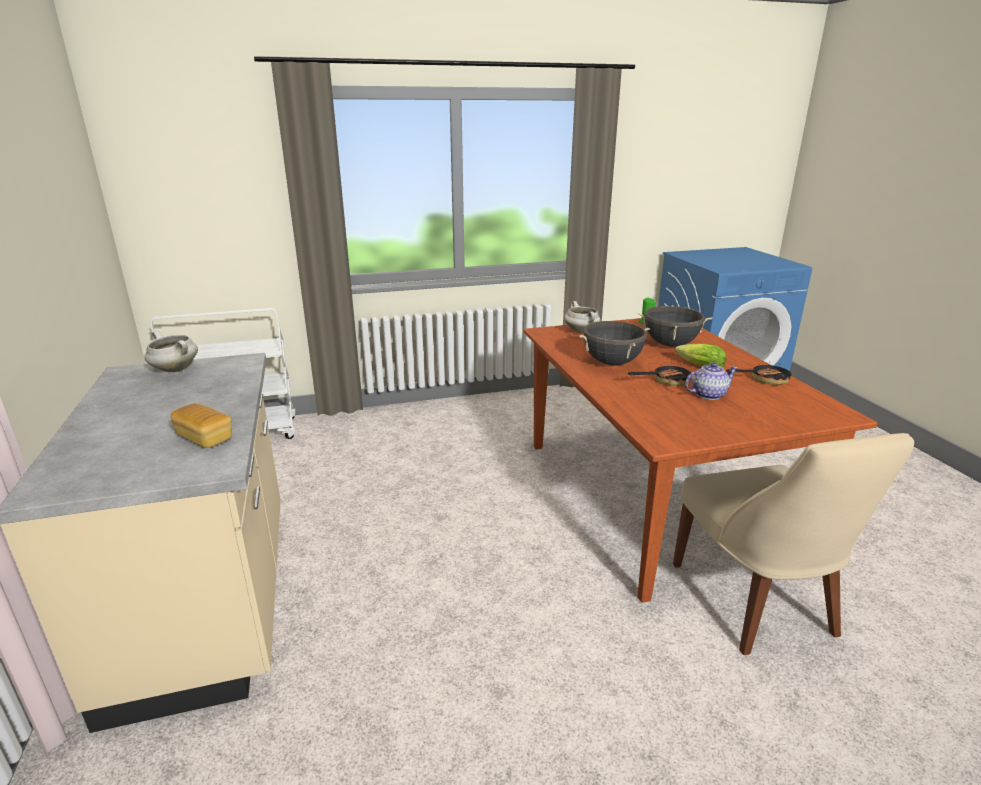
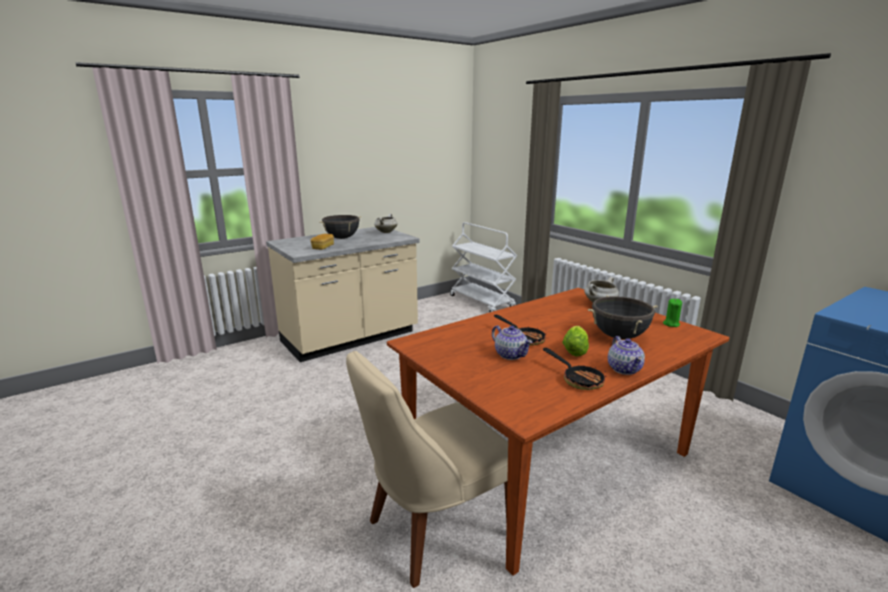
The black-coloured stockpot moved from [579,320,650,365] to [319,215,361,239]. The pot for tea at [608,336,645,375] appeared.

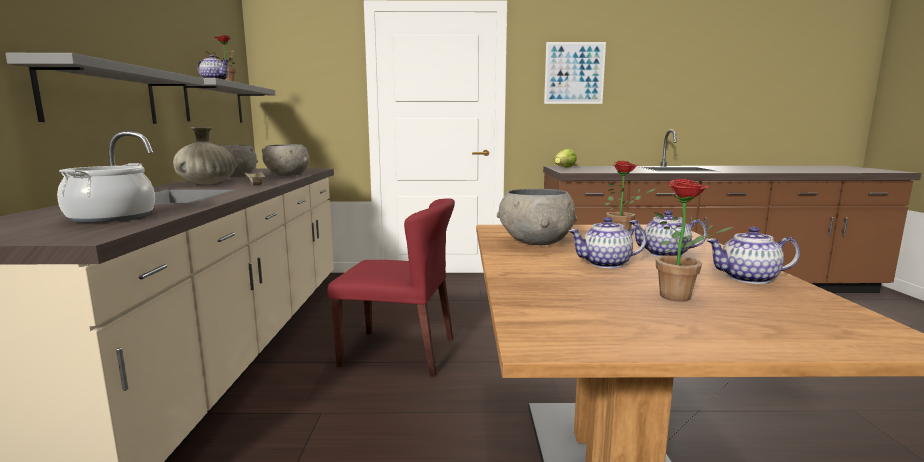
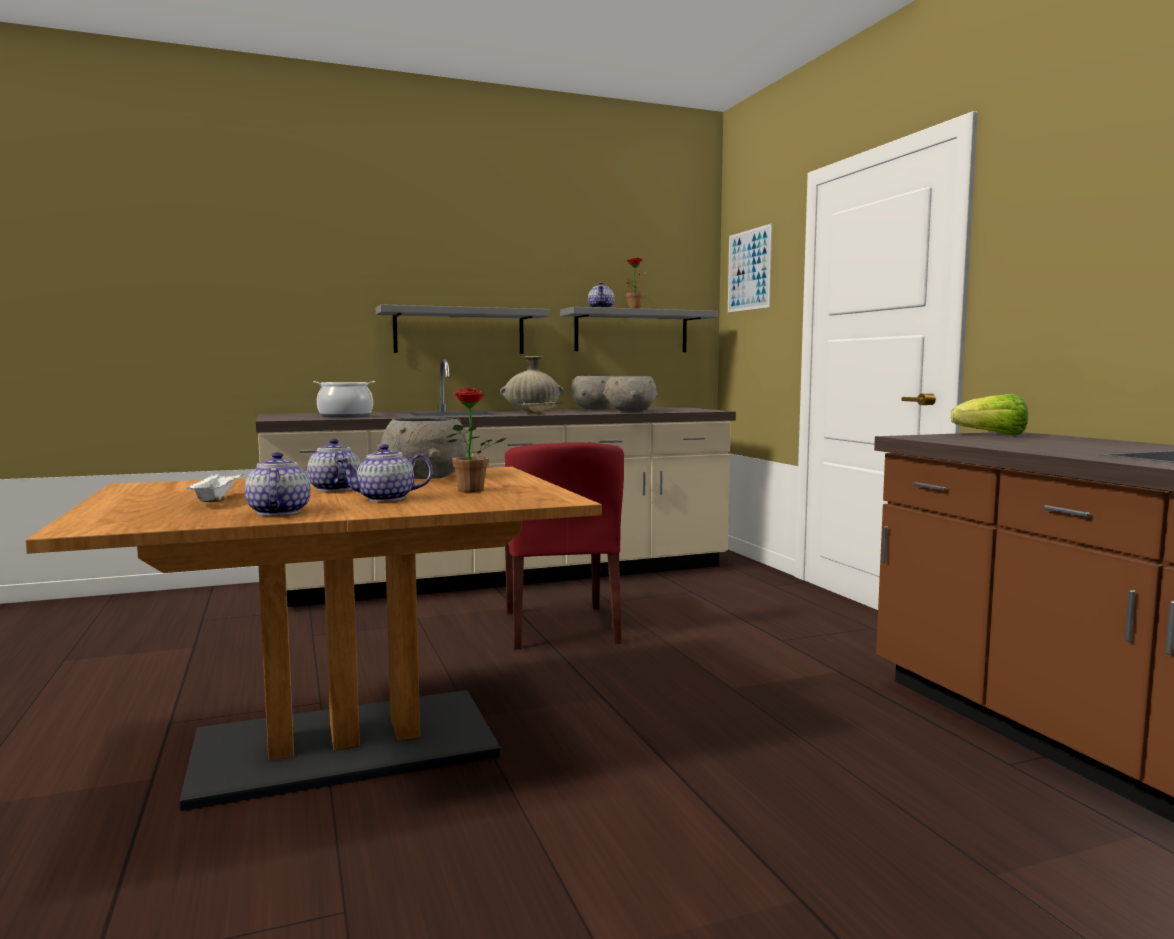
The picture moved from [544,42,606,104] to [728,223,772,312]. The pot for tea at [629,210,707,257] turned 90 degrees counterclockwise. The houseplant at [655,179,734,302] was replaced by the white-coloured tray at [185,471,246,502].

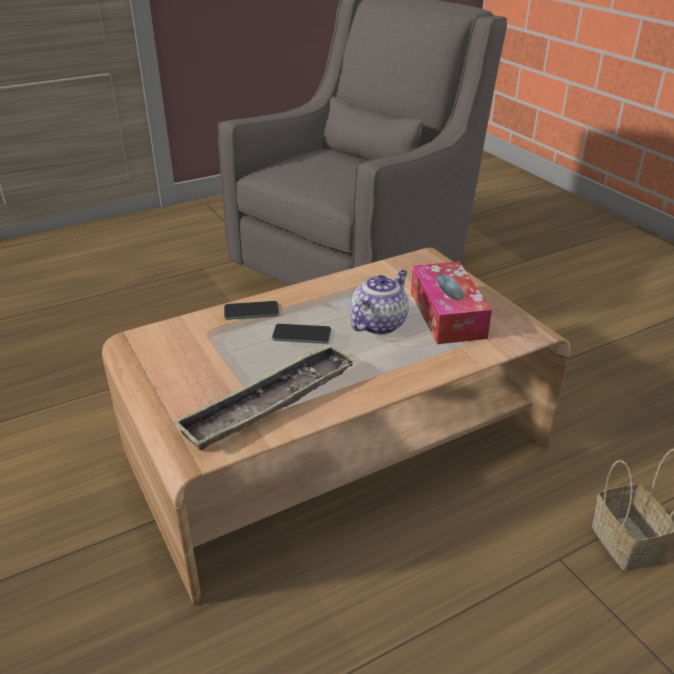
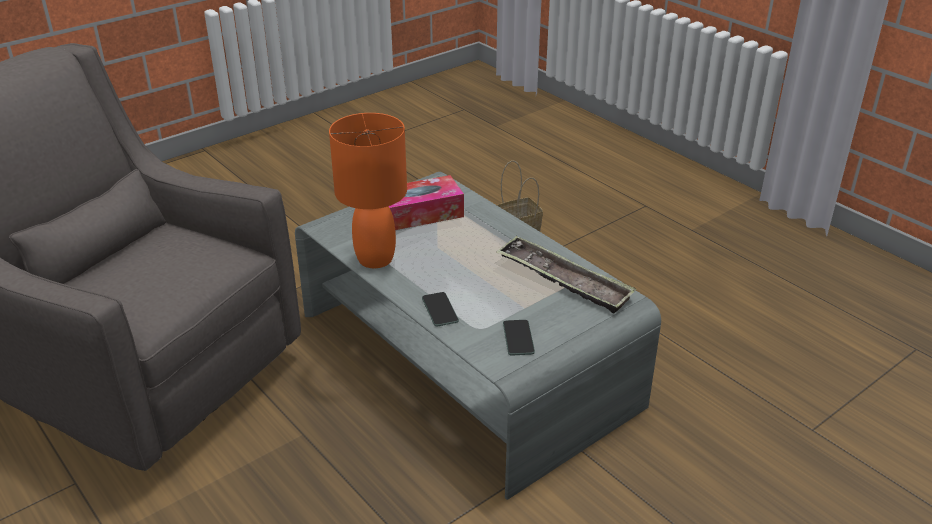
The brown low table at [102,248,570,606] became the grey low table at [295,172,661,500]. The handset moved from [272,324,331,344] to [503,320,535,355]. The pot for tea at [351,270,409,335] disappeared. The orange-coloured tabletop lamp at [329,113,407,268] appeared.

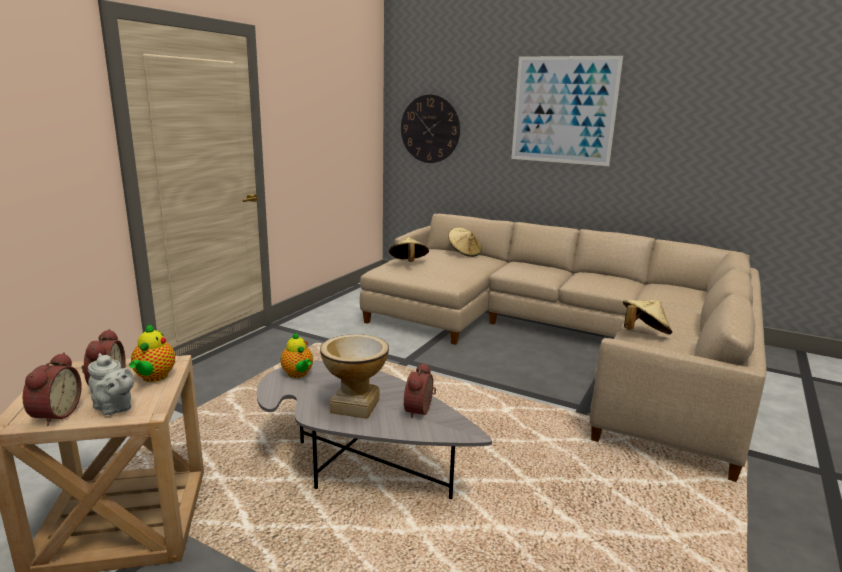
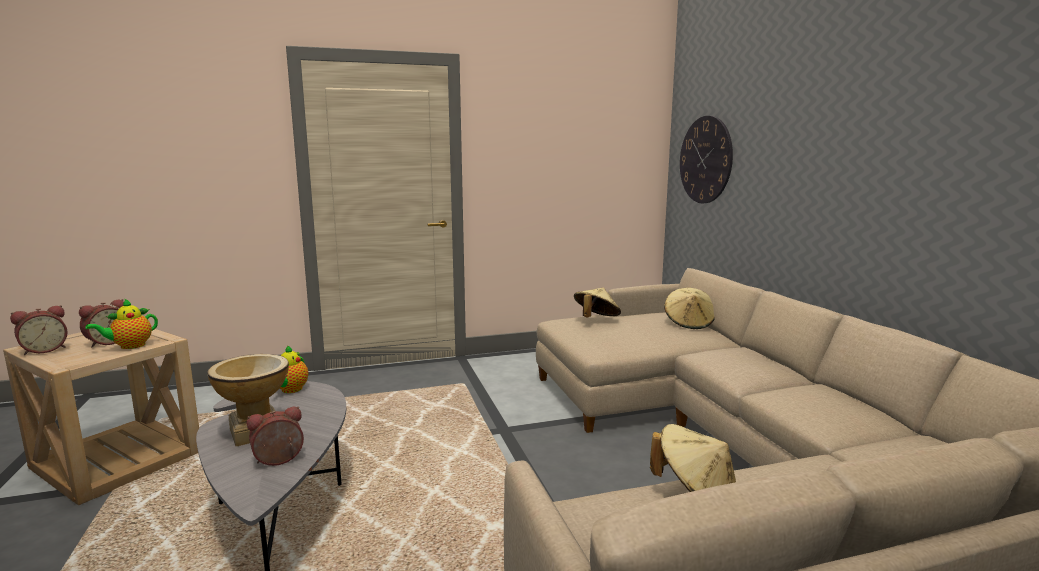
The grey pot for tea at [88,353,134,415] disappeared. The picture at [511,56,623,166] disappeared.

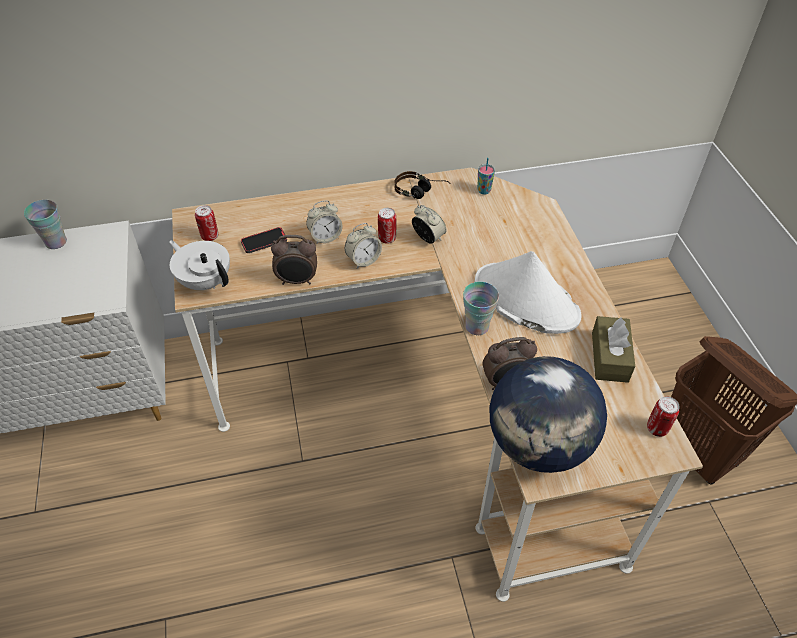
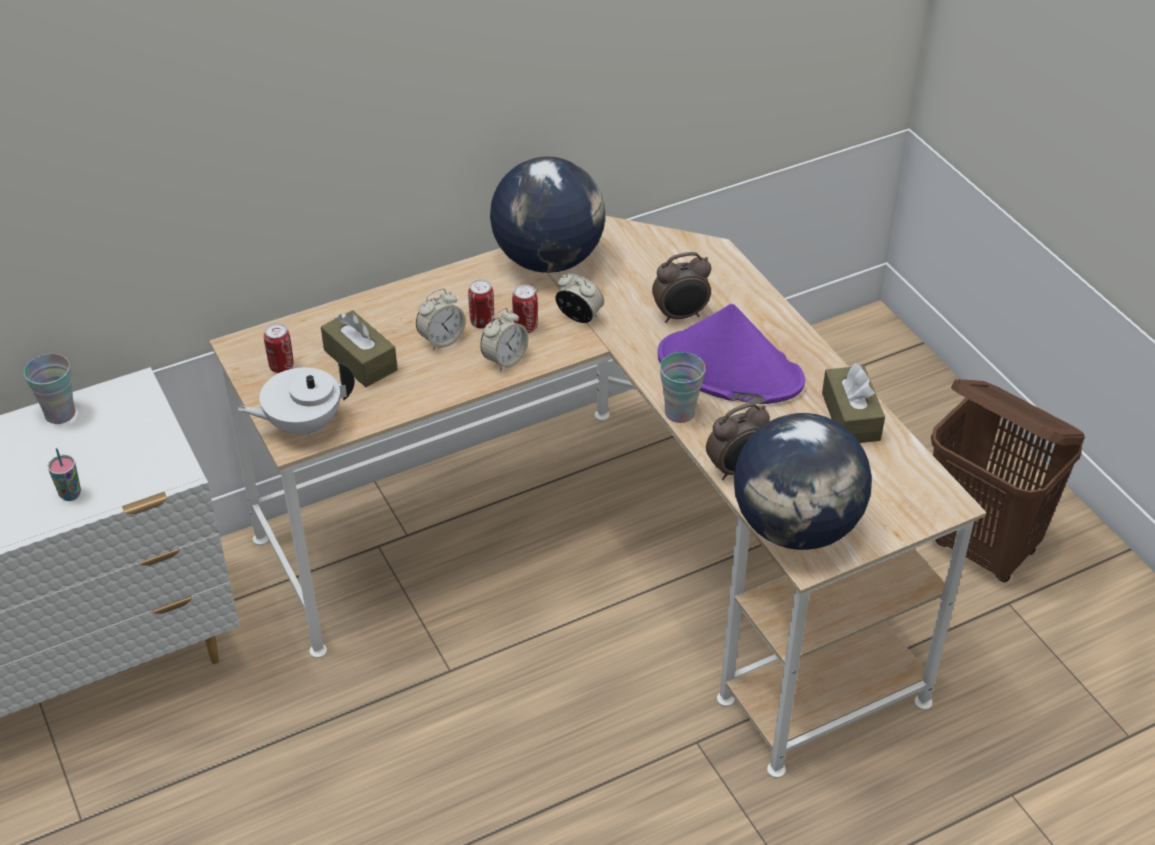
The white-coloured pot for tea at [169,240,230,290] turned 45 degrees counterclockwise. The handset at [241,227,287,253] was replaced by the brown box of tissues at [321,310,398,387]. The table clock moved from [271,235,317,285] to [652,252,712,323]. The headphones at [395,171,451,199] was replaced by the world globe at [490,157,605,273]. The white-coloured hat at [475,251,581,334] became the purple-coloured hat at [658,304,805,404]. The small cup moved from [477,158,495,195] to [48,448,81,501]. The sealed can moved from [647,396,680,437] to [468,280,494,329].

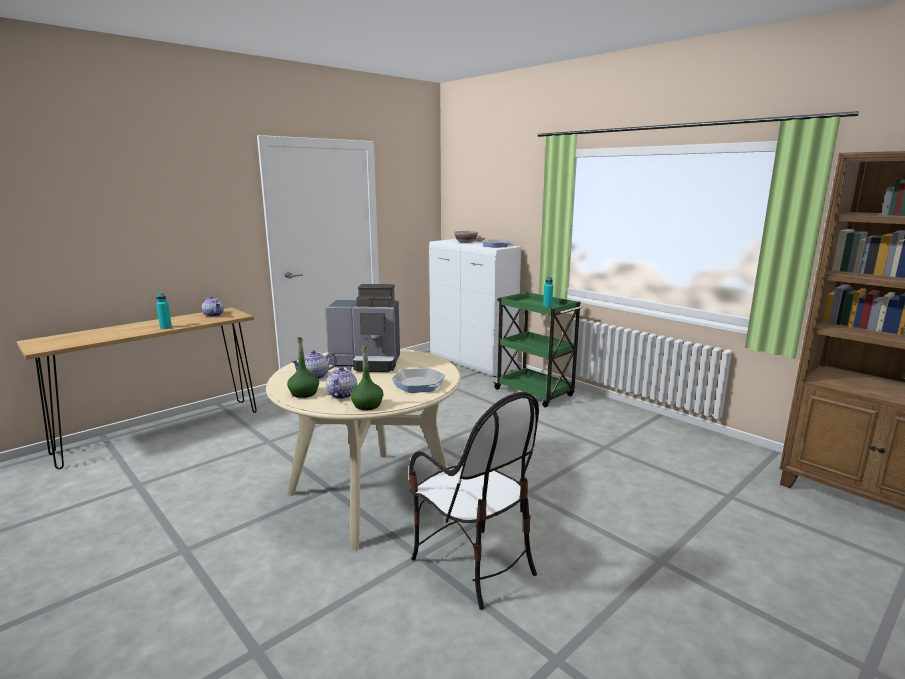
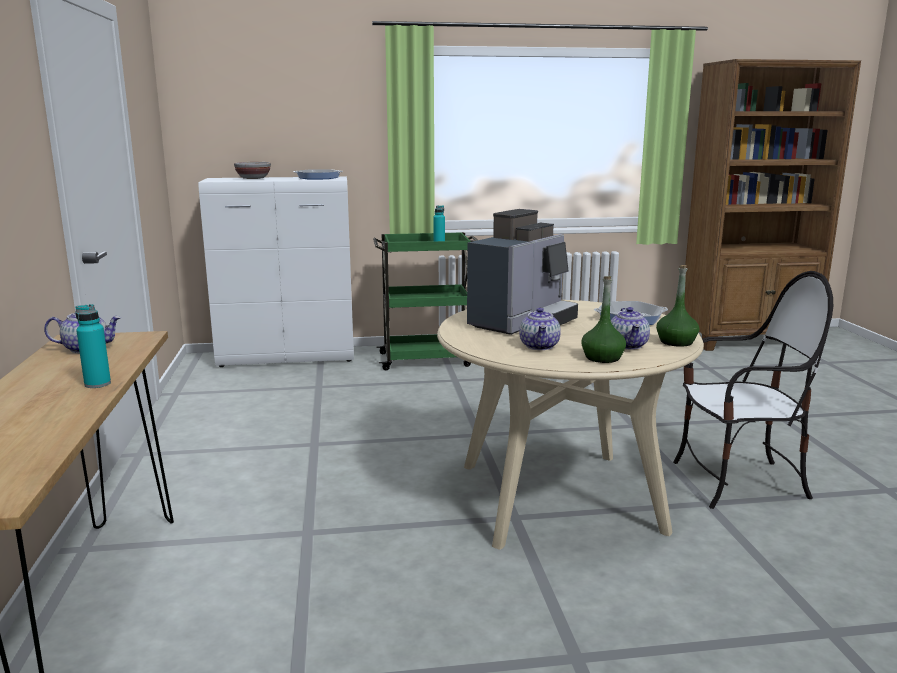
The pot for tea at [326,367,357,399] turned 135 degrees counterclockwise.

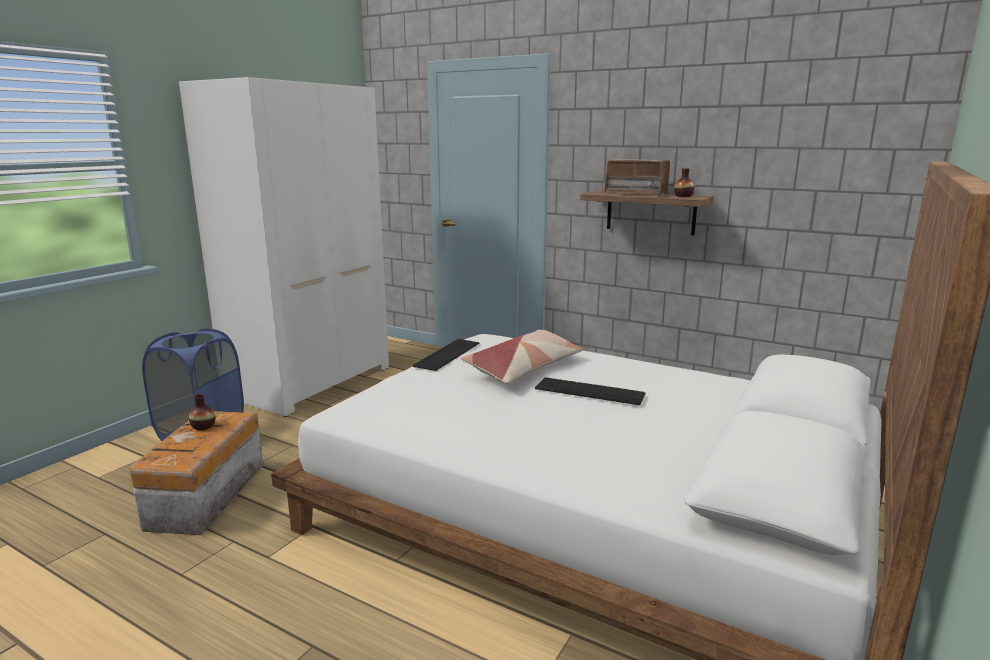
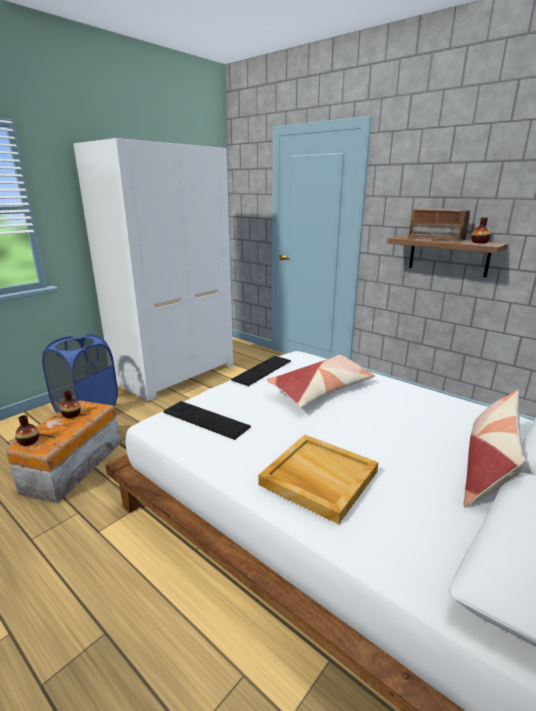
The PC keyboard moved from [535,377,646,405] to [163,401,251,440]. The vase at [15,415,39,446] appeared. The beige-coloured tray at [258,435,379,524] appeared. The pillow at [463,390,526,507] appeared.

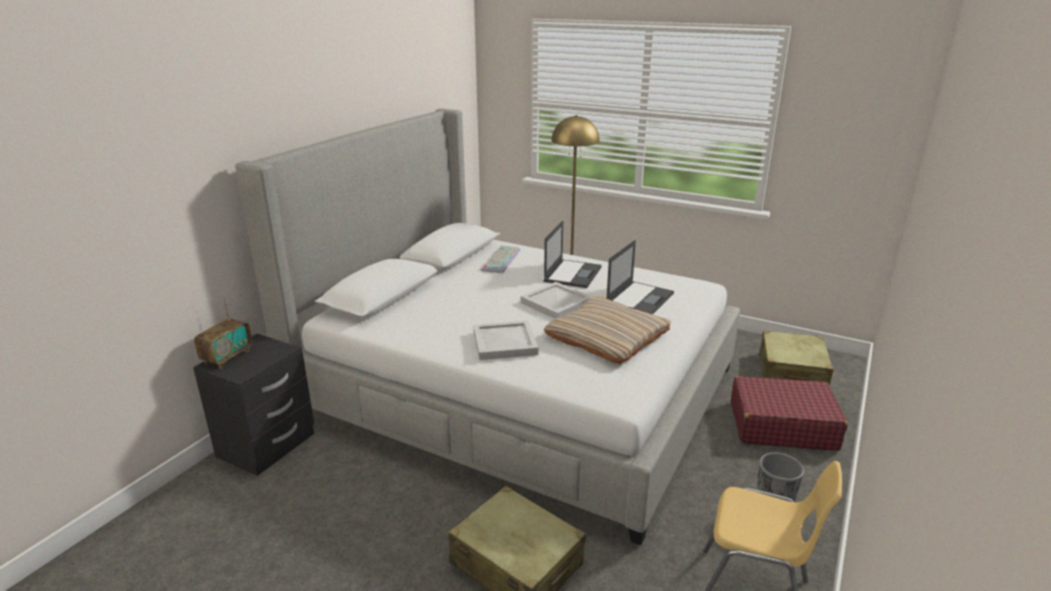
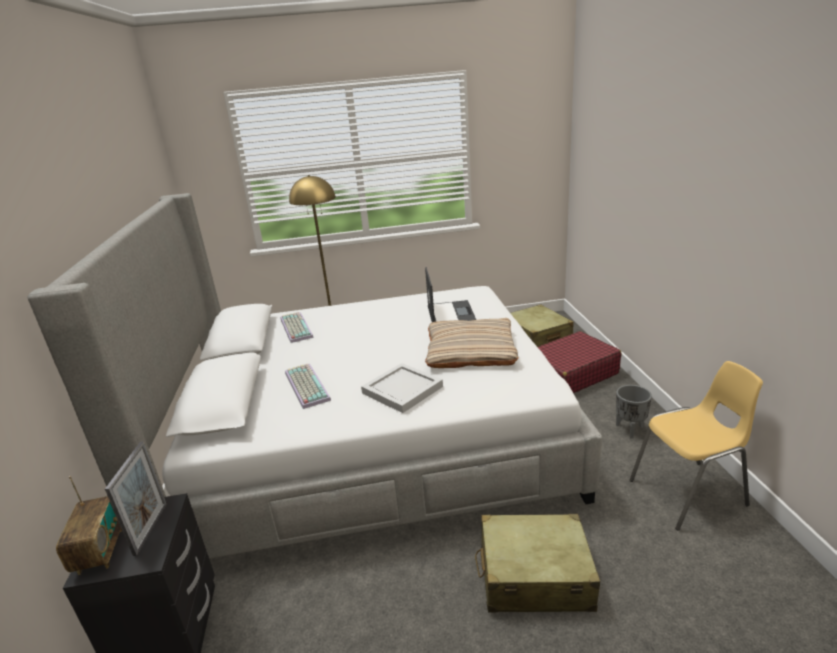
The white-coloured tray at [521,282,592,319] disappeared. The laptop at [544,221,602,288] disappeared. The picture frame at [105,441,167,556] appeared. The PC keyboard at [285,363,331,409] appeared.

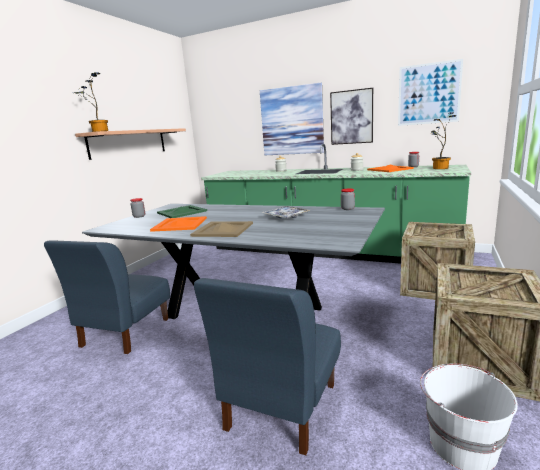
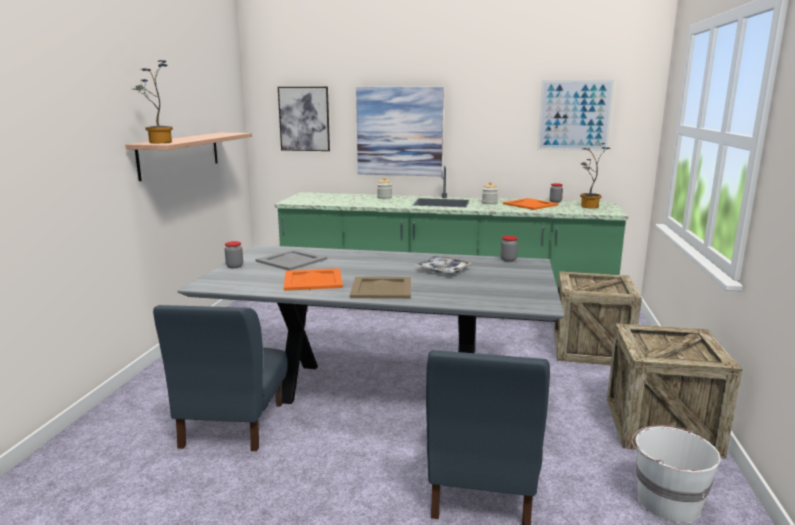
The greenish tray at [157,205,207,218] became the grey tray at [256,249,327,271]. The picture moved from [330,88,373,145] to [278,87,330,151].

